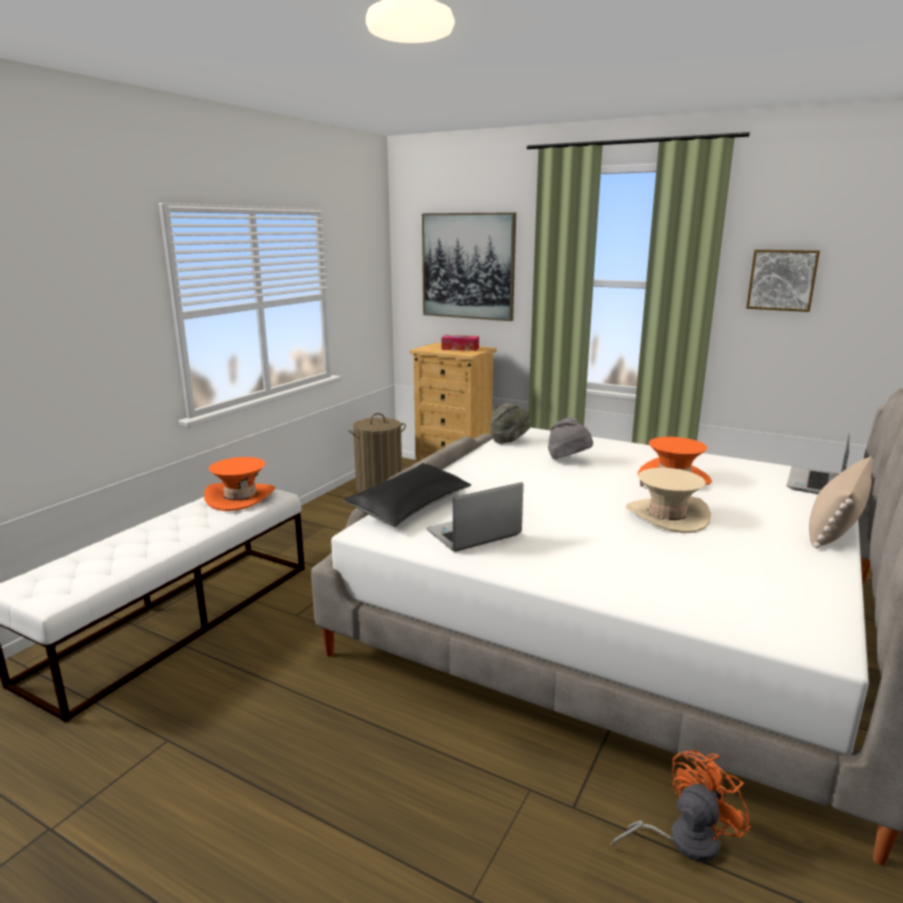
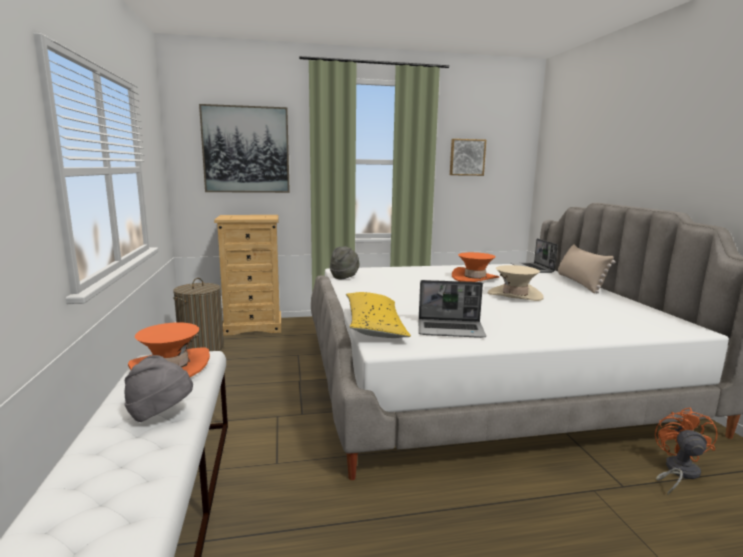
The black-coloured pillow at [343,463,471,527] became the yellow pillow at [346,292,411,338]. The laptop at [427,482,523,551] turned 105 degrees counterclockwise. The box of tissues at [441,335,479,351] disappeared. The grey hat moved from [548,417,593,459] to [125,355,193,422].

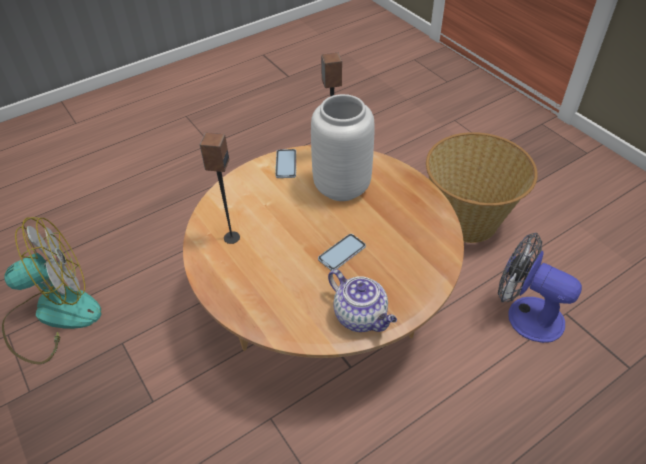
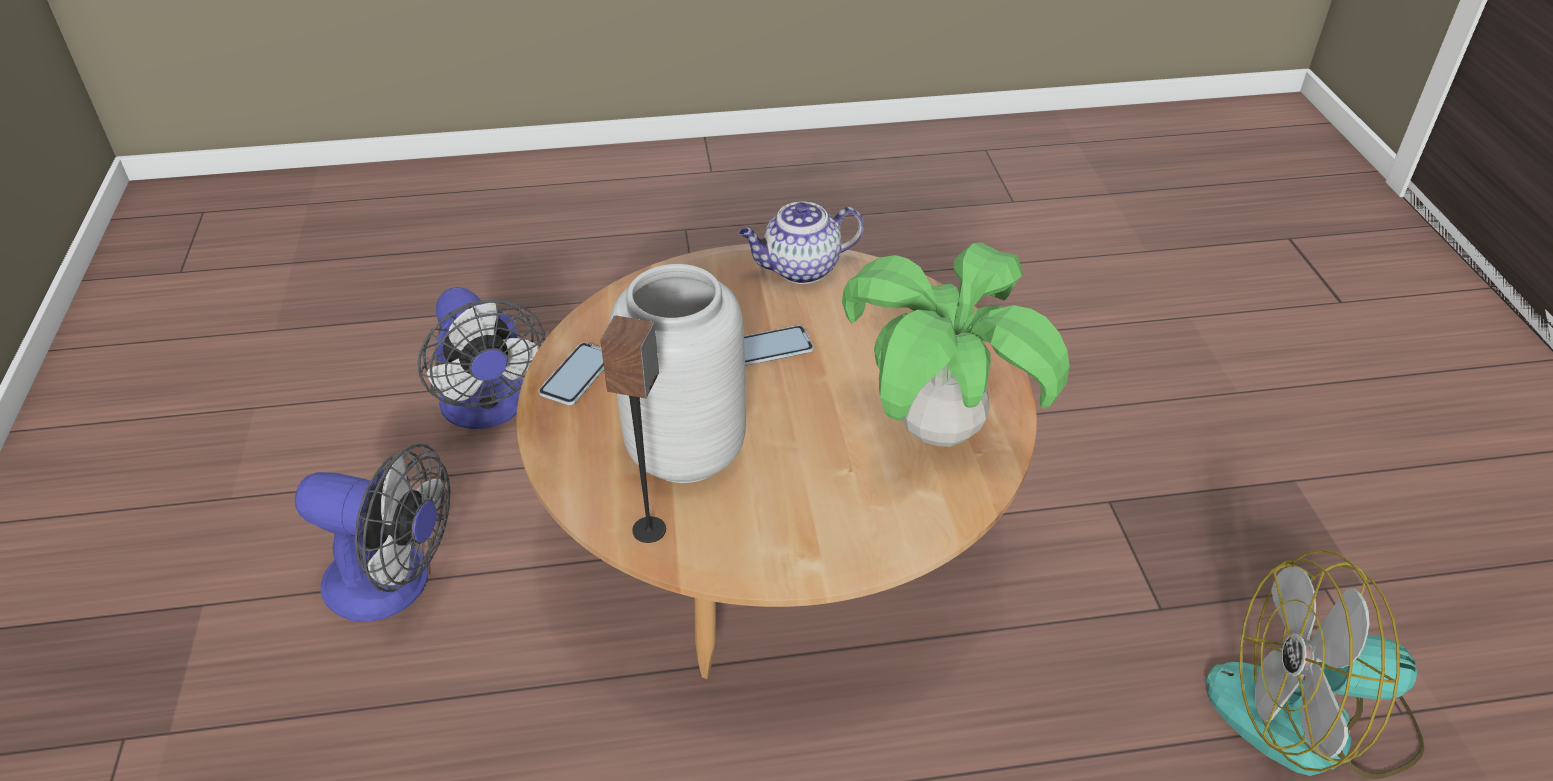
The loudspeaker at [200,133,240,244] was replaced by the houseplant at [842,242,1069,447]. The handset moved from [275,149,296,178] to [538,342,604,405]. The pot for tea at [328,269,397,332] turned 90 degrees counterclockwise. The household basket at [426,132,538,243] was replaced by the cooling fan at [295,444,451,622].

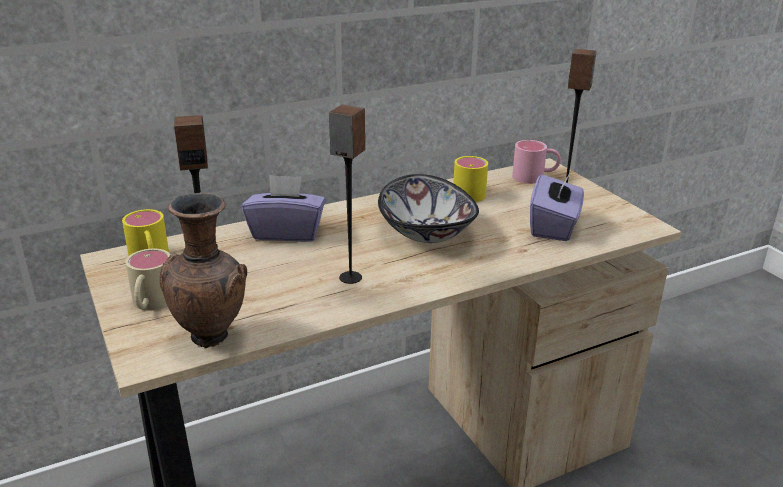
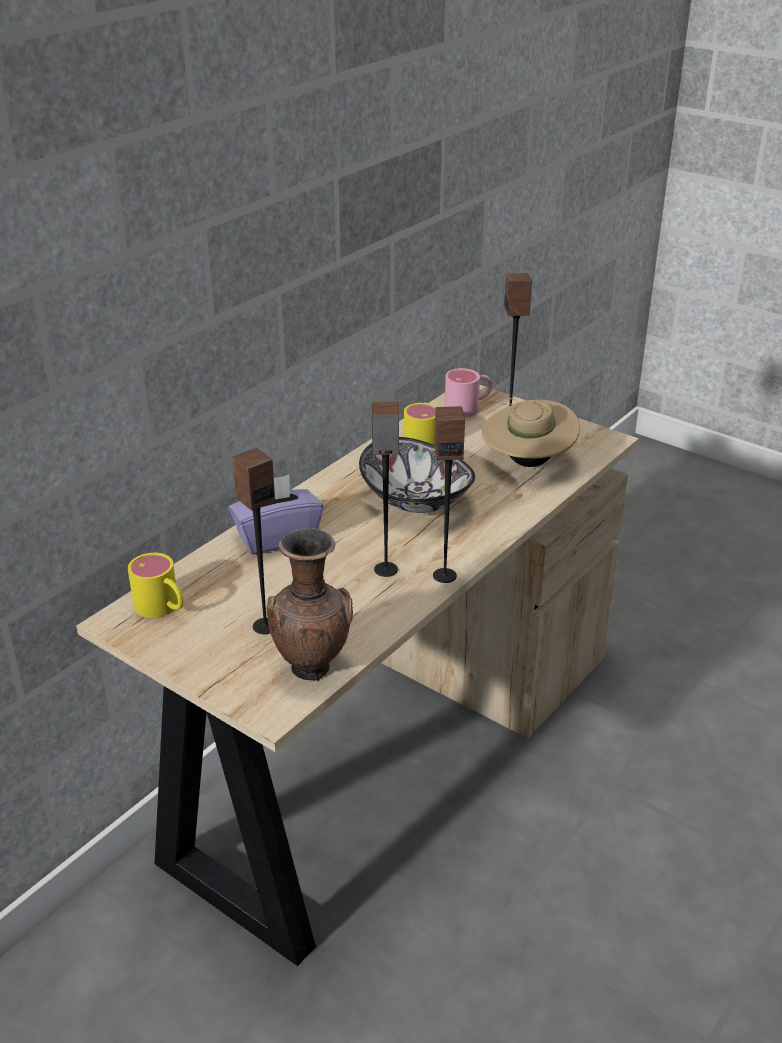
The beige-coloured tea mug at [125,249,170,311] disappeared. The purple-coloured box of tissues at [530,171,584,241] was replaced by the beige-coloured hat at [482,397,580,467]. The loudspeaker at [433,406,465,583] appeared.

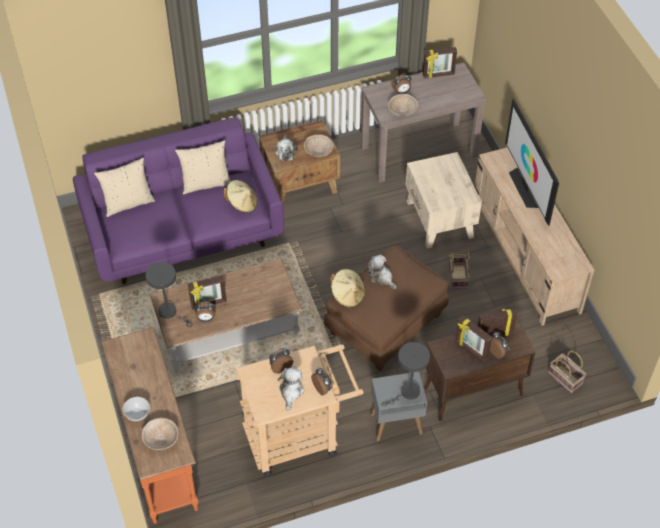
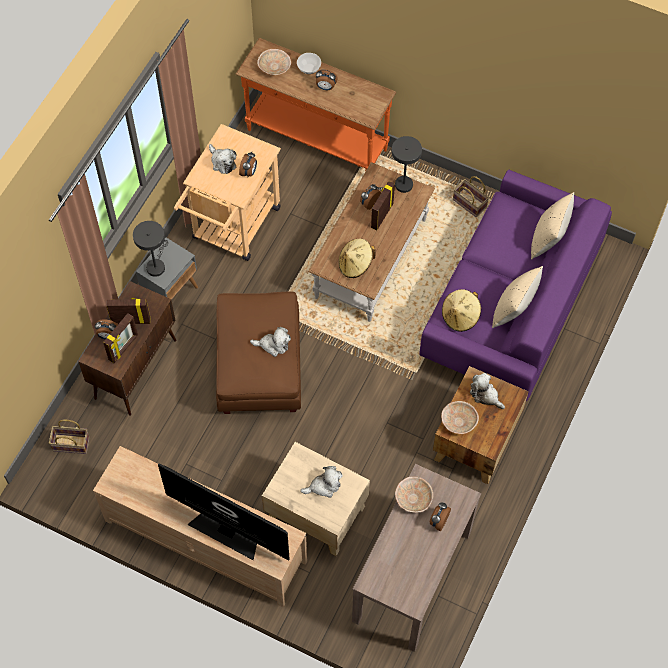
The table clock moved from [311,367,332,396] to [316,69,338,90]. The beige-coloured hat moved from [330,269,365,308] to [339,239,375,278]. The picture frame at [423,47,457,78] disappeared. The household basket moved from [448,252,470,289] to [453,176,489,217]. The cuddly toy at [300,466,343,498] appeared.

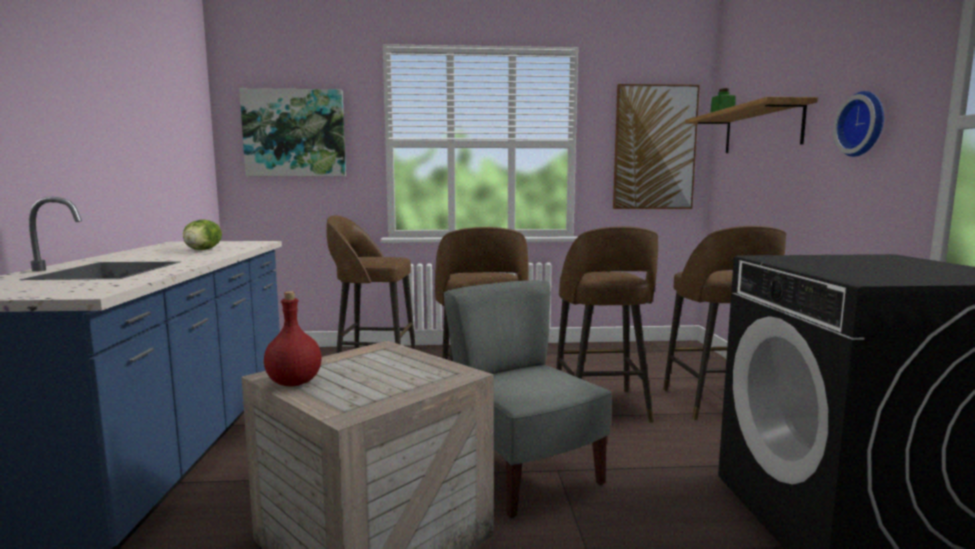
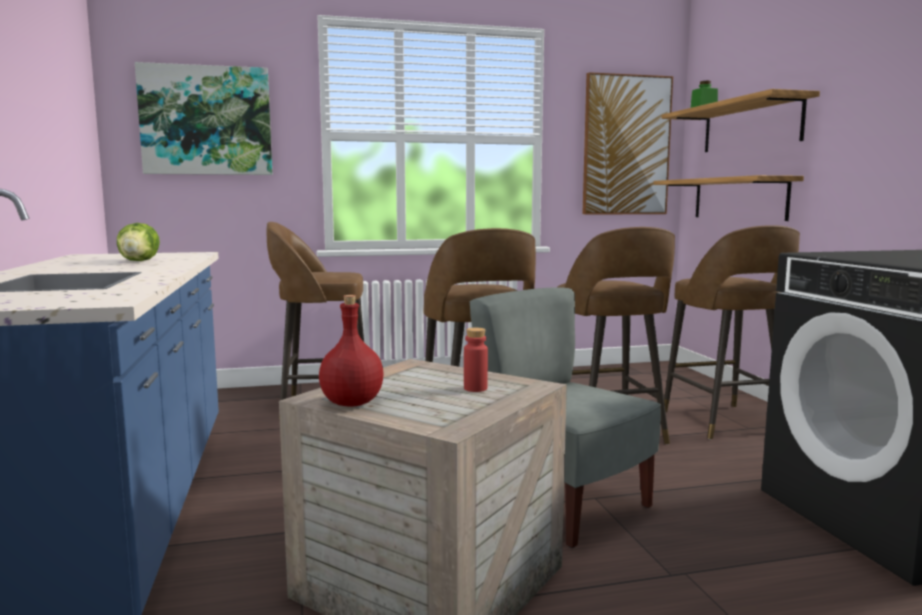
The clock on the wall at [833,91,884,157] disappeared. The red-coloured bottle at [464,328,488,392] appeared. The shelf at [653,175,804,221] appeared.

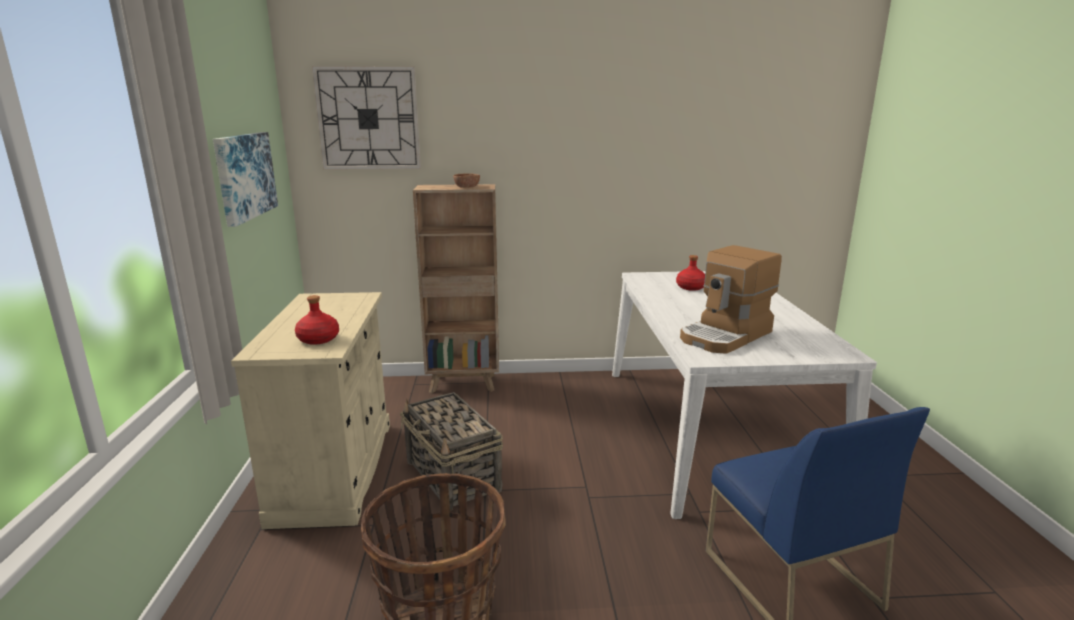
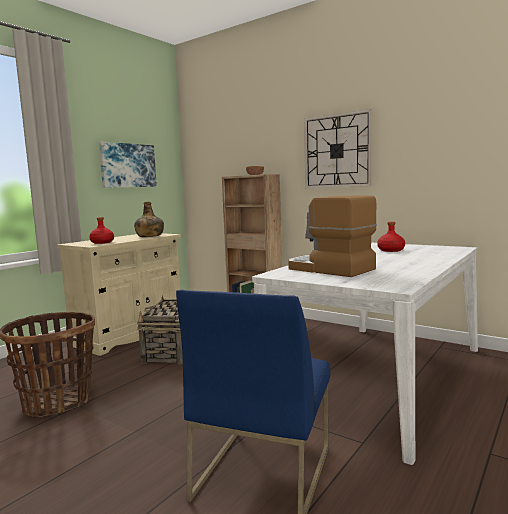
The clock on the wall moved from [312,66,421,170] to [304,109,372,188]. The coffee machine at [680,245,782,354] turned 45 degrees clockwise. The greenish bottle at [134,202,164,237] appeared.

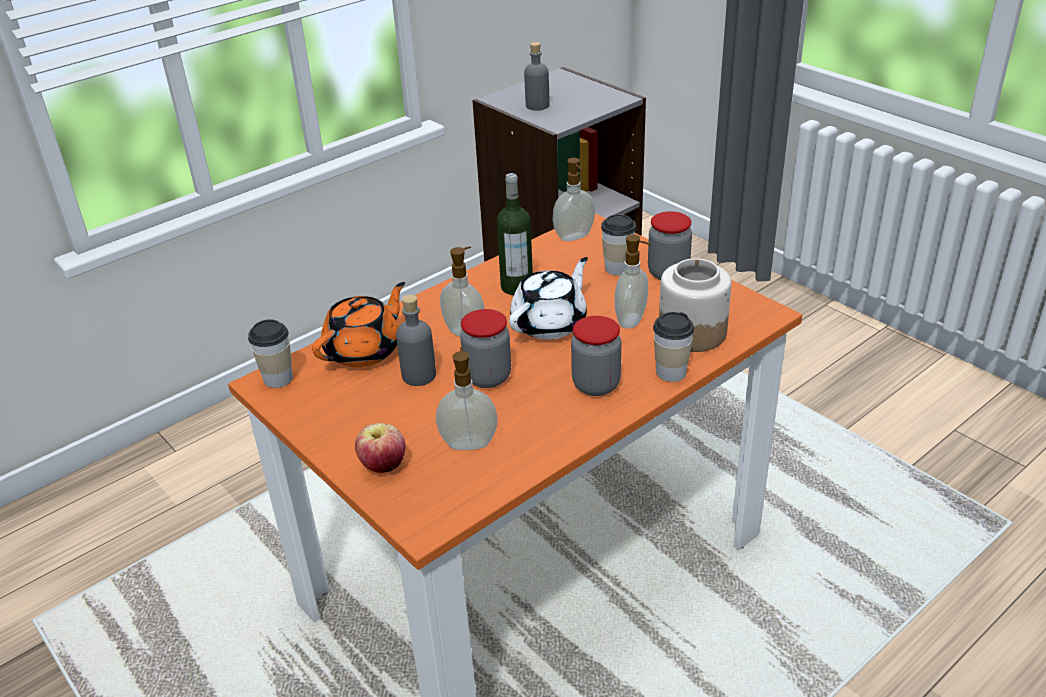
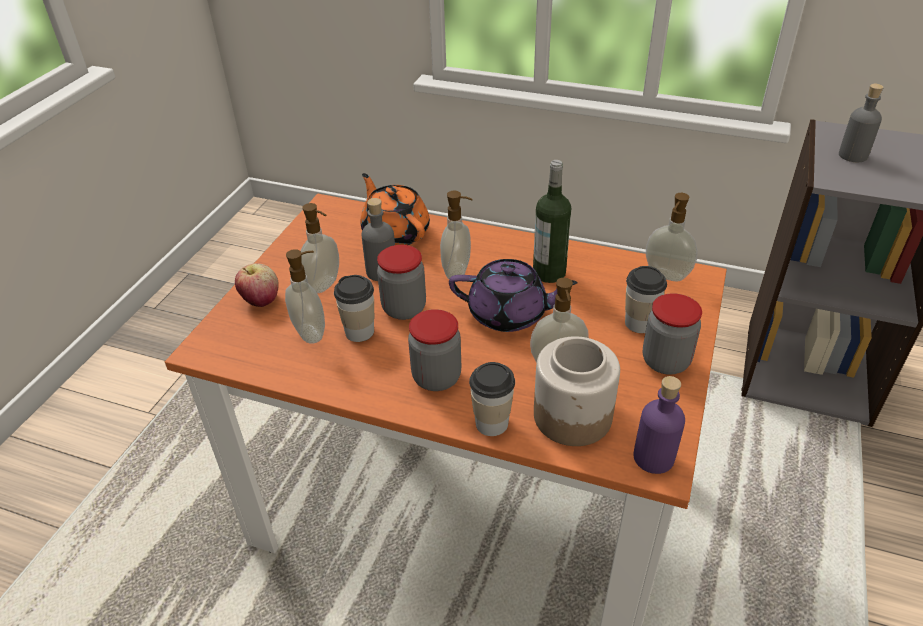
The small cup moved from [248,319,293,388] to [334,275,374,342]. The orange-coloured pot for tea at [312,282,405,367] turned 135 degrees counterclockwise. The white-coloured pot for tea at [509,257,588,340] became the purple-coloured pot for tea at [449,259,578,332]. The soap dispenser at [300,203,339,293] appeared. The purple-coloured bottle at [634,376,685,474] appeared.

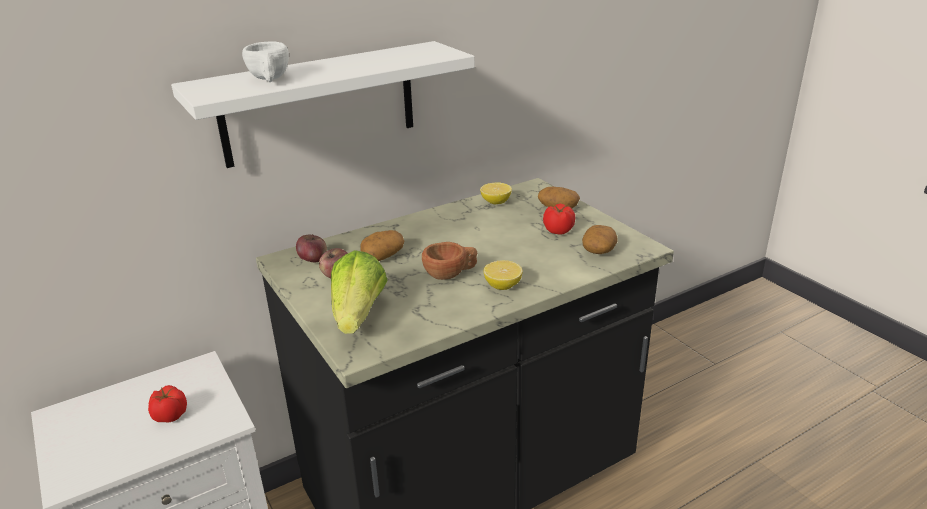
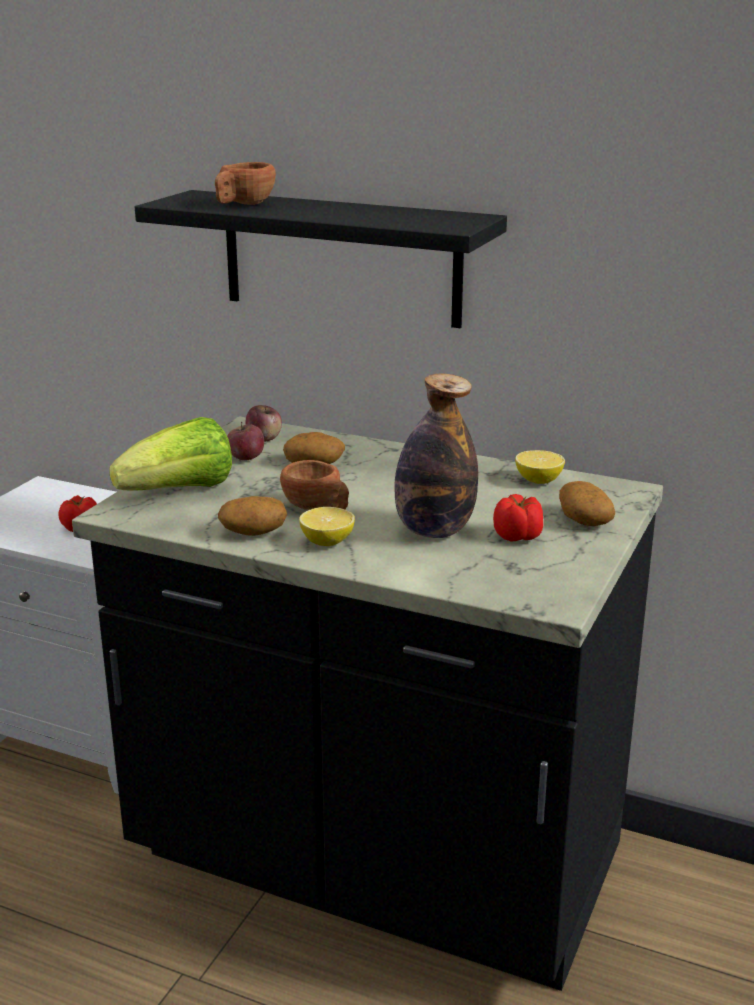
The white-coloured shelf at [171,41,475,168] became the black-coloured shelf at [135,190,507,328]. The white-coloured small cup at [242,41,289,82] became the brown small cup at [215,162,276,205]. The spud moved from [582,225,617,254] to [218,496,287,536]. The bottle at [395,374,478,538] appeared.

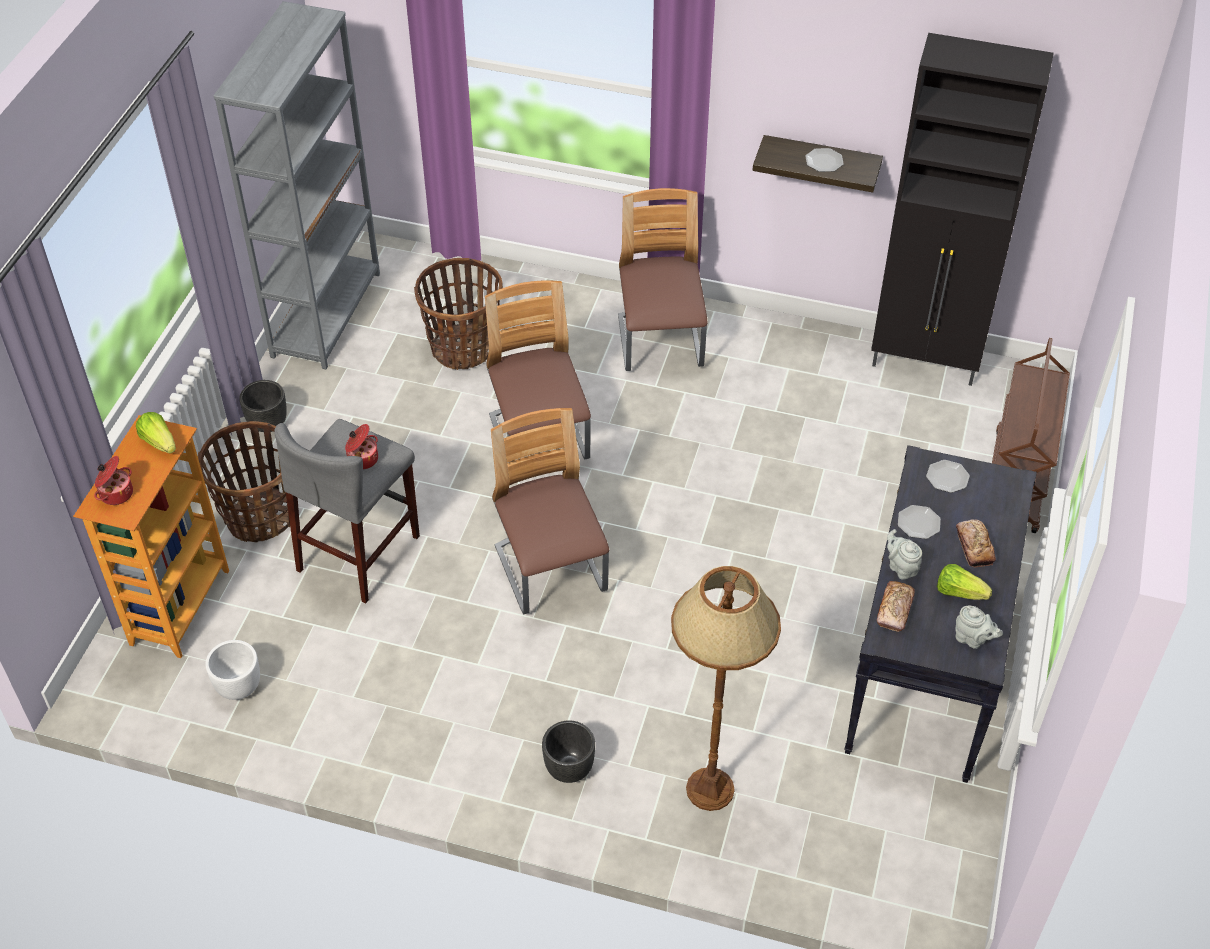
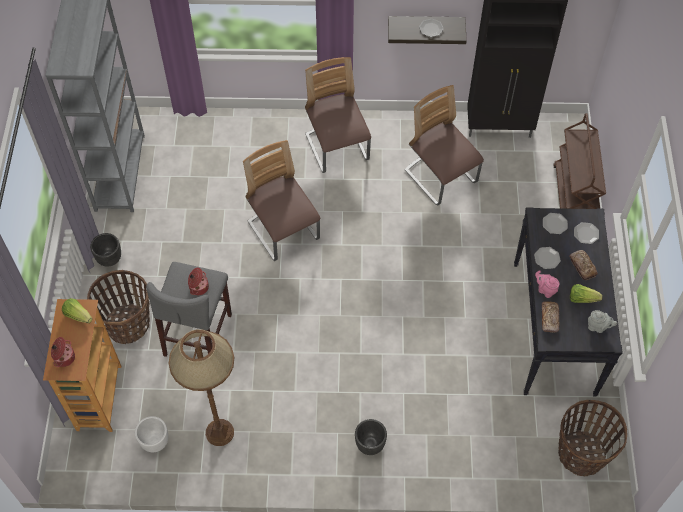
The household basket moved from [414,258,503,370] to [558,400,627,476]. The chair moved from [491,408,609,614] to [404,85,484,205]. The brown standard lamp moved from [671,566,781,811] to [169,329,234,446]. The grey pot for tea at [887,529,922,580] became the pink-coloured pot for tea at [535,270,559,298]. The flat dish at [574,222,599,244] appeared.

